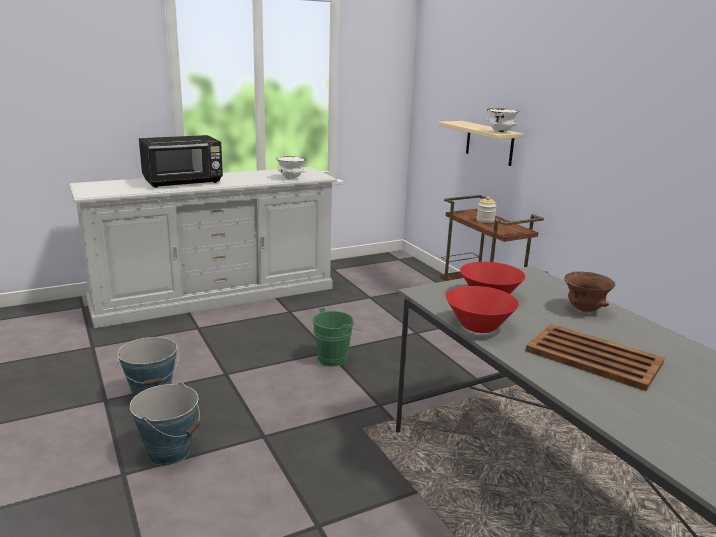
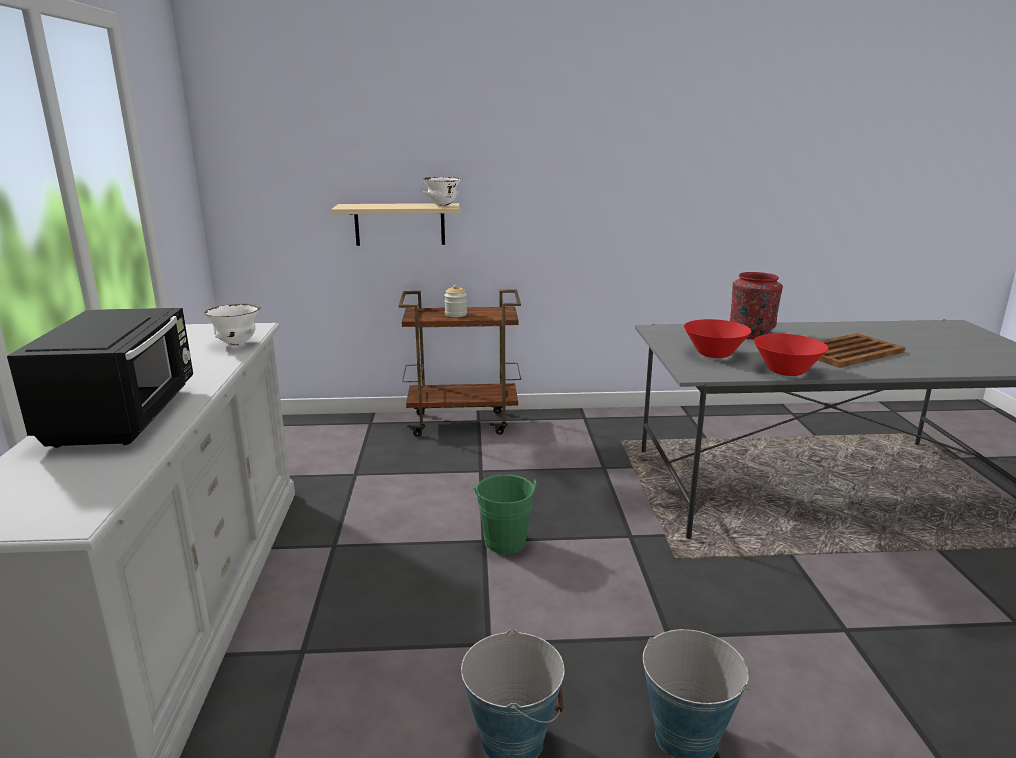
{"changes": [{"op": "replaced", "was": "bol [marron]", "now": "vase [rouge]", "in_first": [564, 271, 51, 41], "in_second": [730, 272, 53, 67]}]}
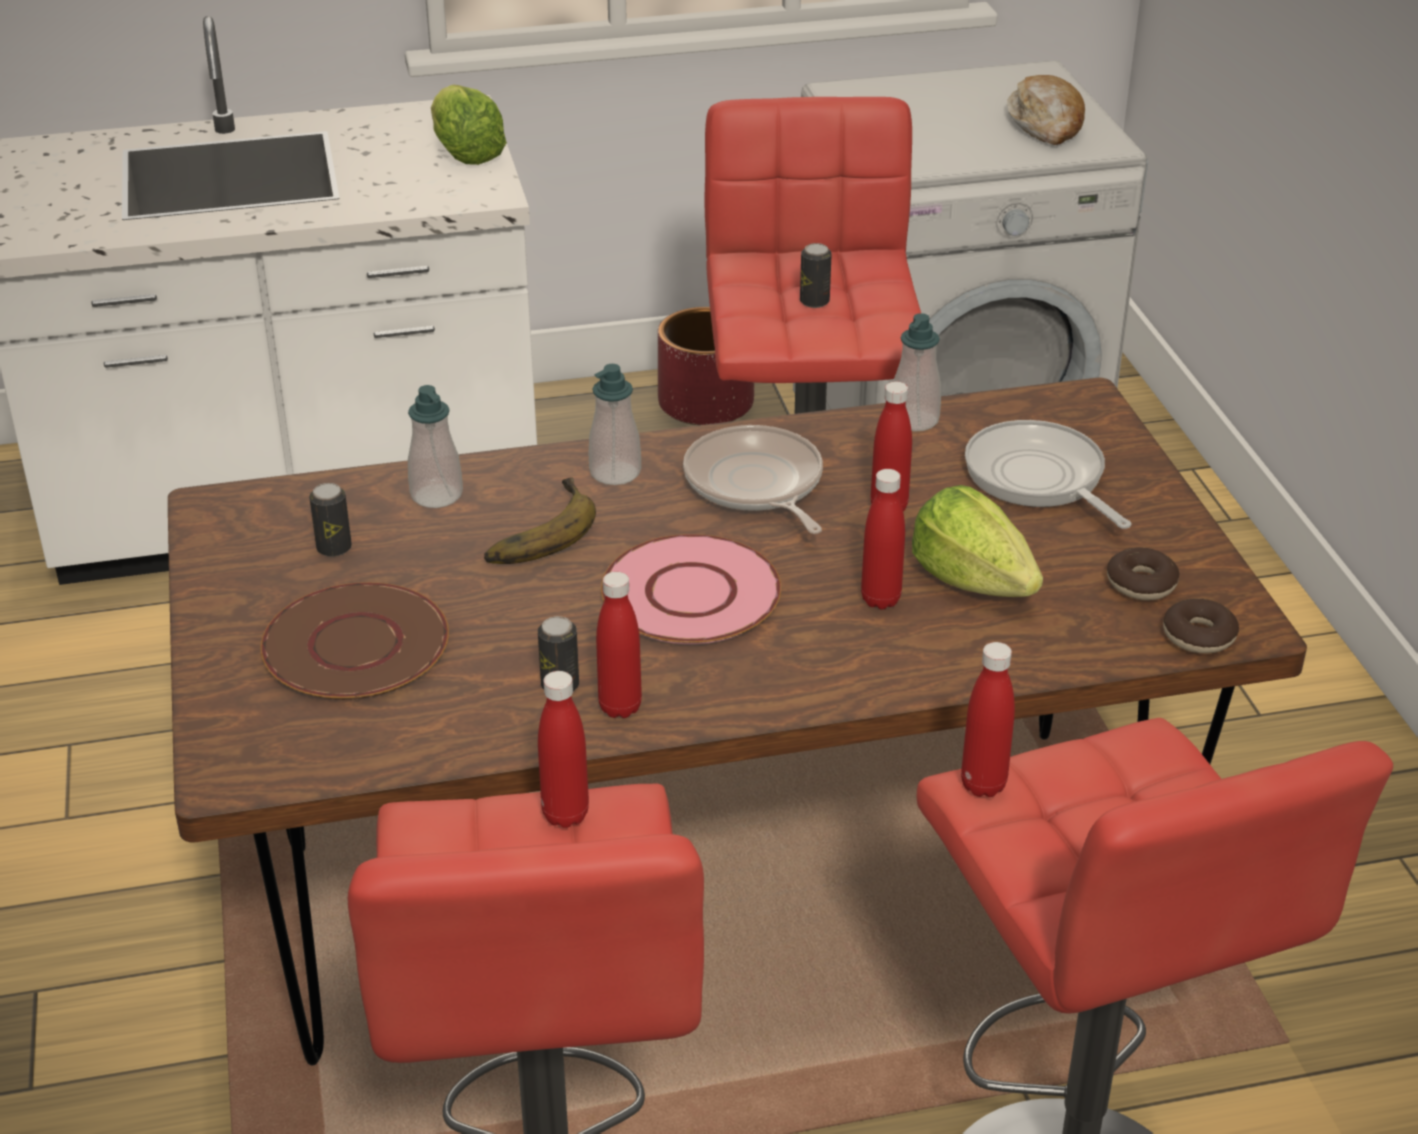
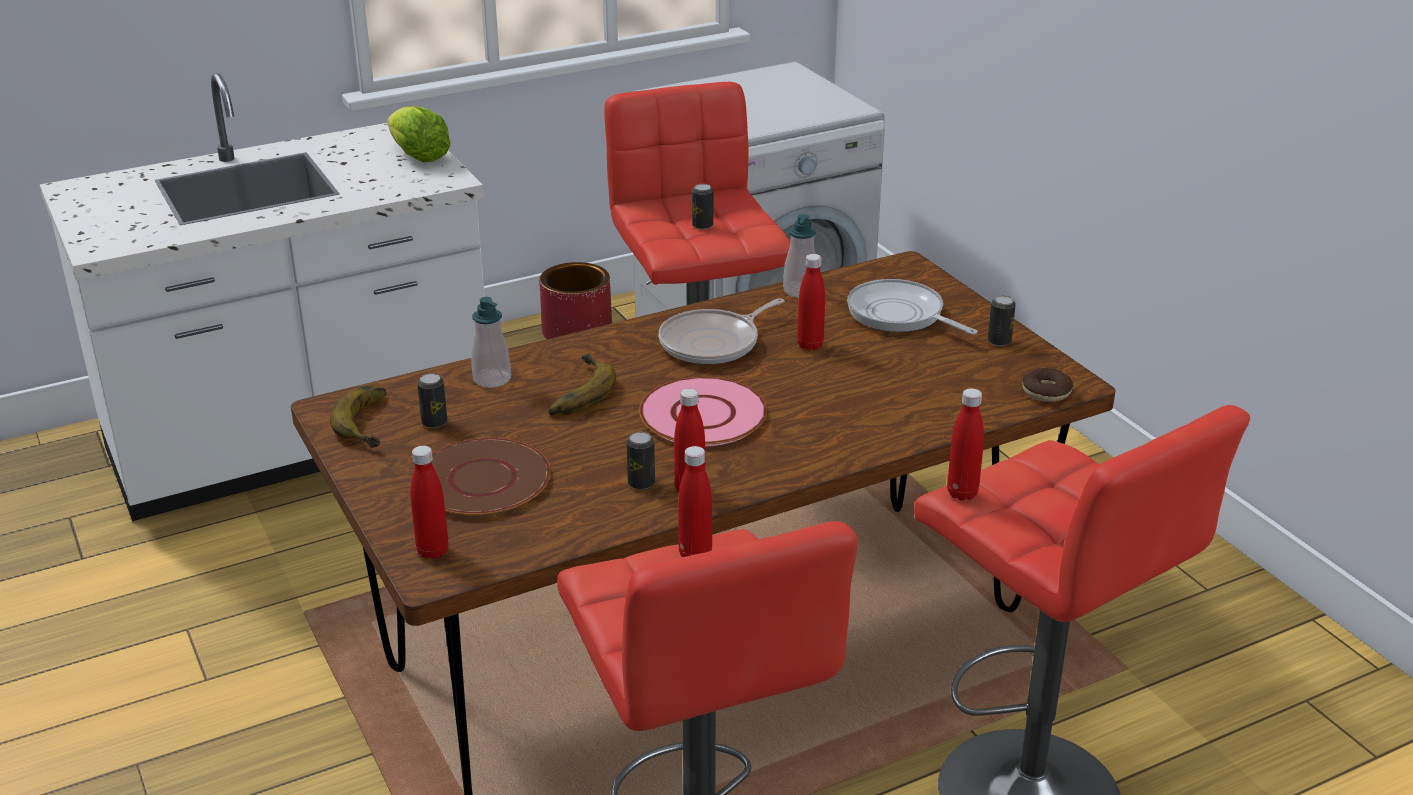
{"changes": [{"op": "removed", "was": "distributeur de savon", "in_first": [589, 364, 52, 121]}, {"op": "removed", "was": "laitue", "in_first": [912, 485, 131, 112]}, {"op": "removed", "was": "pain", "in_first": [1008, 75, 77, 70]}, {"op": "removed", "was": "beignet", "in_first": [1107, 547, 72, 53]}, {"op": "added", "now": "banane", "in_second": [330, 385, 56, 63]}, {"op": "added", "now": "boîte métallique", "in_second": [988, 295, 28, 51]}, {"op": "moved", "was": "bouteille [rouge]", "in_first": [861, 469, 44, 140], "in_second": [410, 446, 39, 113]}, {"op": "turned", "was": "poêle", "in_first": [683, 425, 140, 109], "in_second": [659, 298, 125, 67], "clockwise": -90}]}
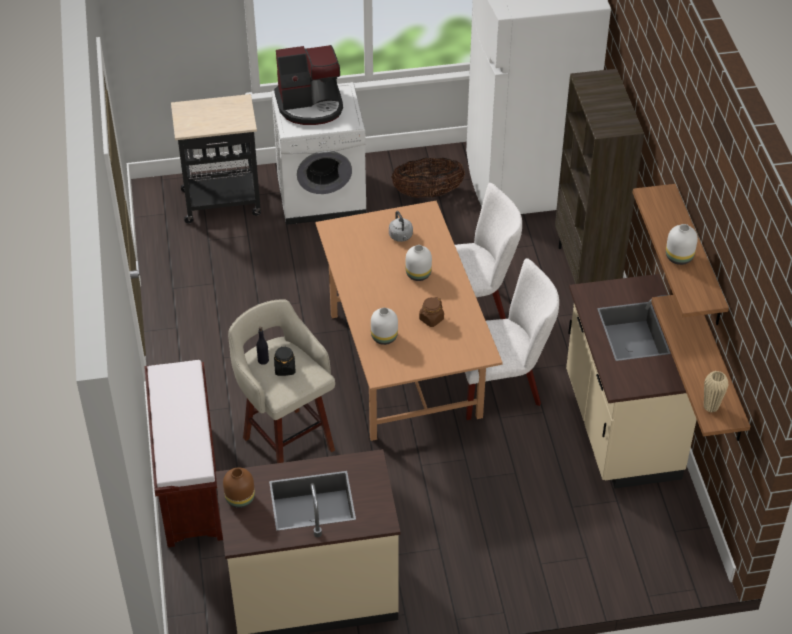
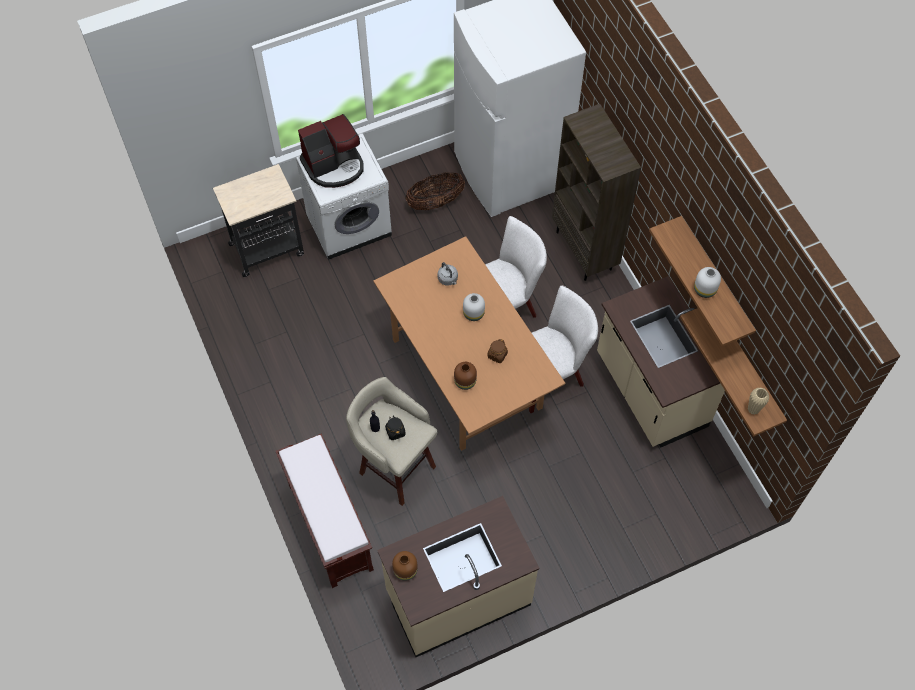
{"changes": [{"op": "recoloured", "was": "vase [blanc]", "now": "vase [marron]", "in_first": [371, 308, 27, 37], "in_second": [454, 362, 23, 28]}]}
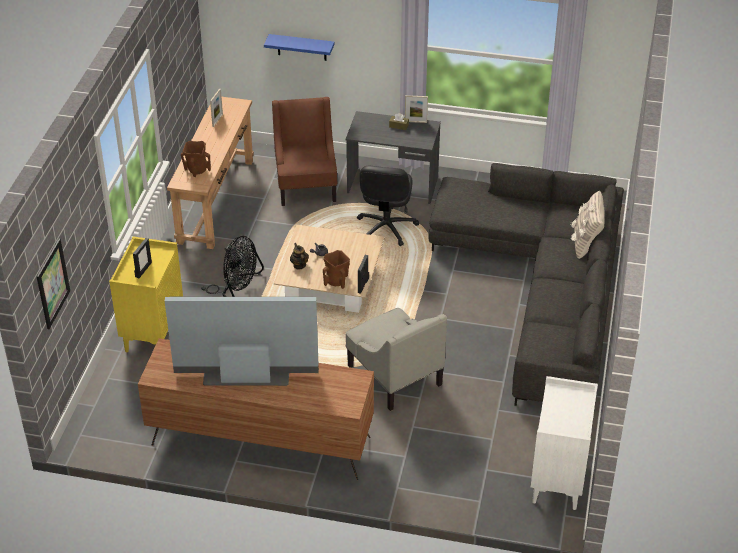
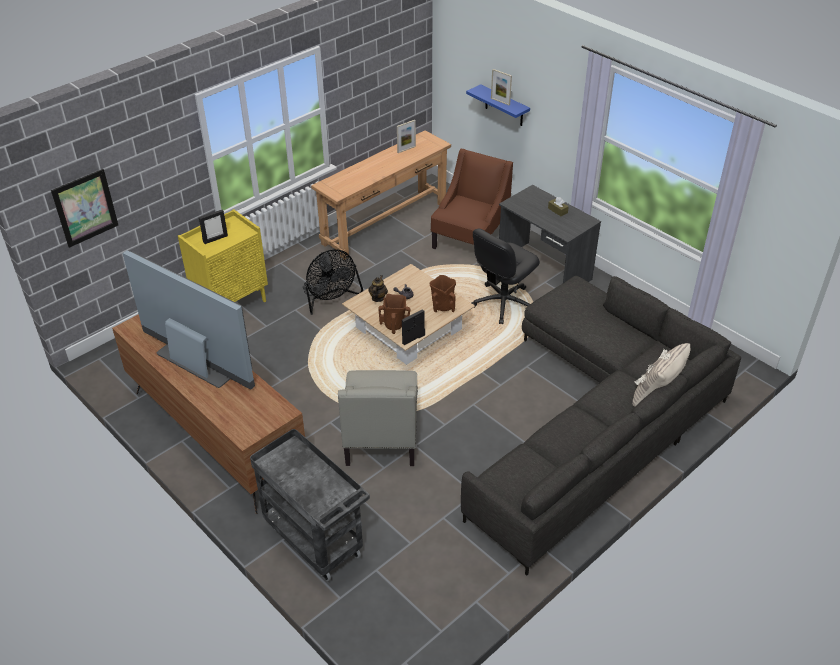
{"changes": [{"op": "removed", "was": "meuble de rangement [blanc]", "in_first": [531, 376, 67, 134]}, {"op": "added", "now": "chariot [noir]", "in_second": [250, 429, 120, 152]}, {"op": "moved", "was": "vase [marron]", "in_first": [181, 141, 30, 36], "in_second": [430, 275, 26, 37]}, {"op": "moved", "was": "cadre photo", "in_first": [405, 95, 23, 28], "in_second": [491, 69, 21, 36]}]}
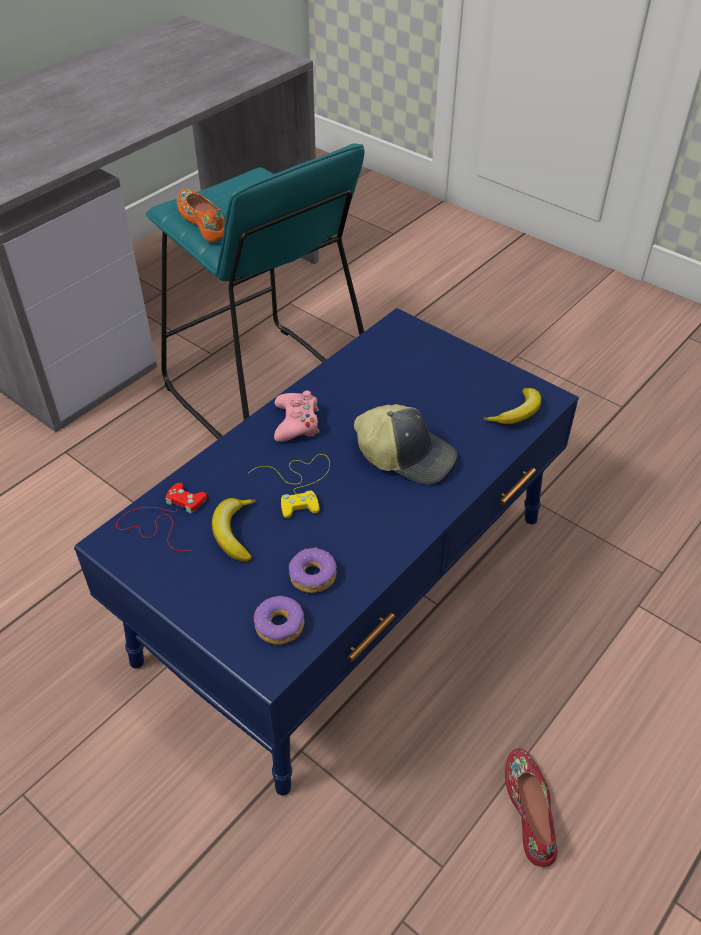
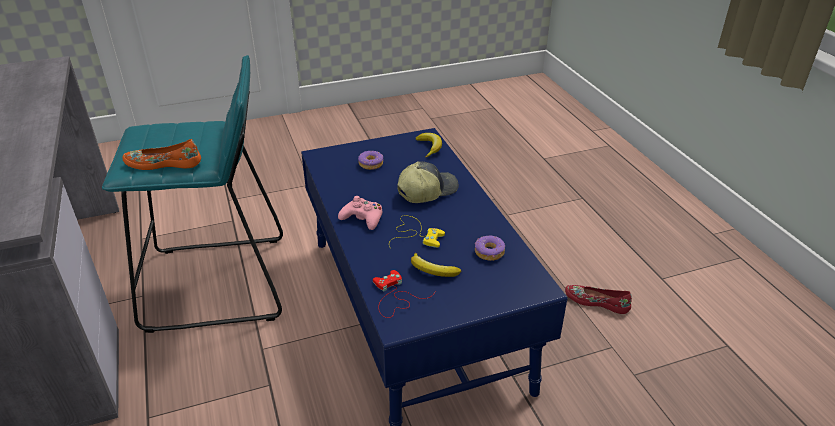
{"changes": [{"op": "moved", "was": "beignet", "in_first": [254, 596, 50, 49], "in_second": [358, 151, 25, 19]}]}
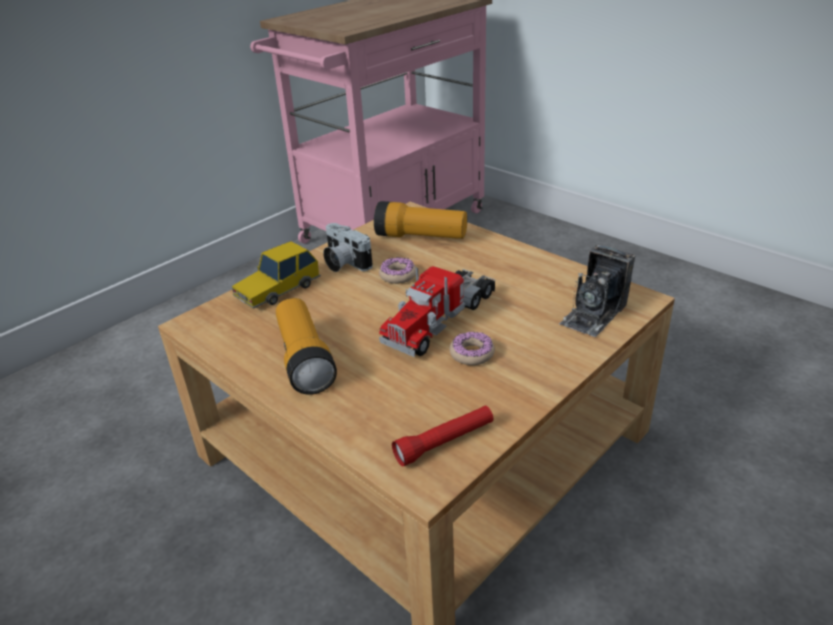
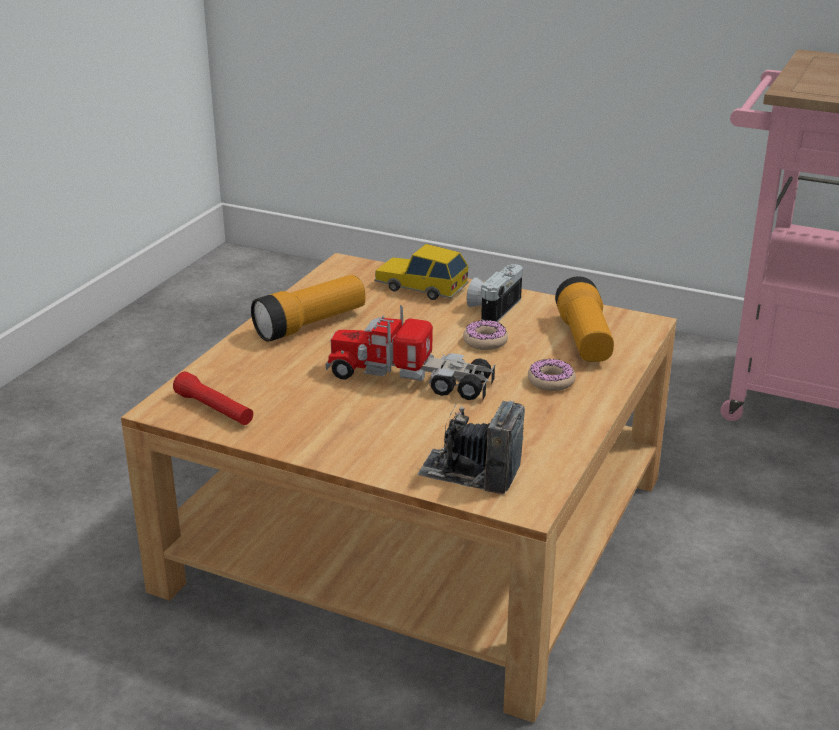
{"changes": [{"op": "moved", "was": "beignet", "in_first": [449, 332, 46, 33], "in_second": [528, 358, 48, 33]}]}
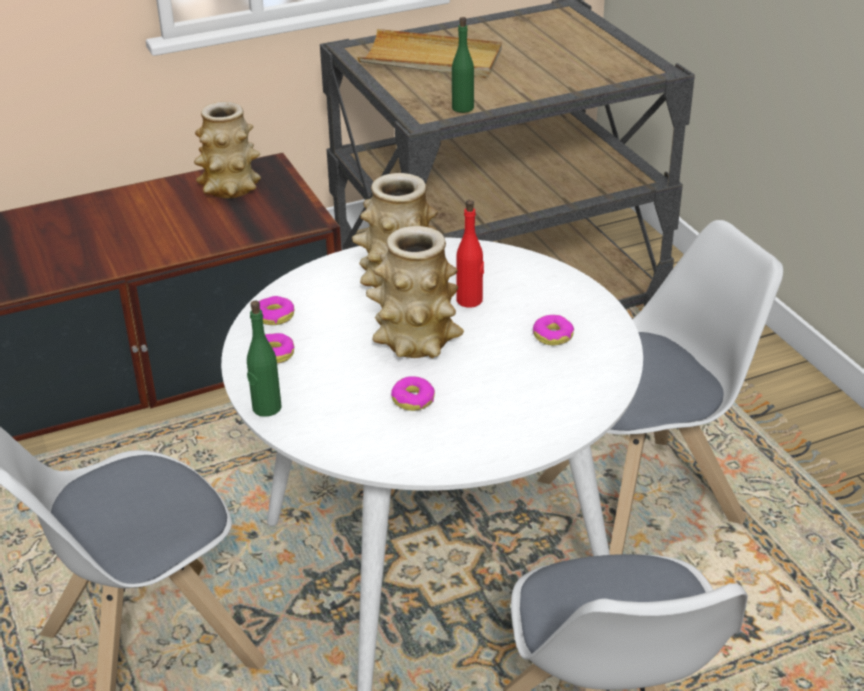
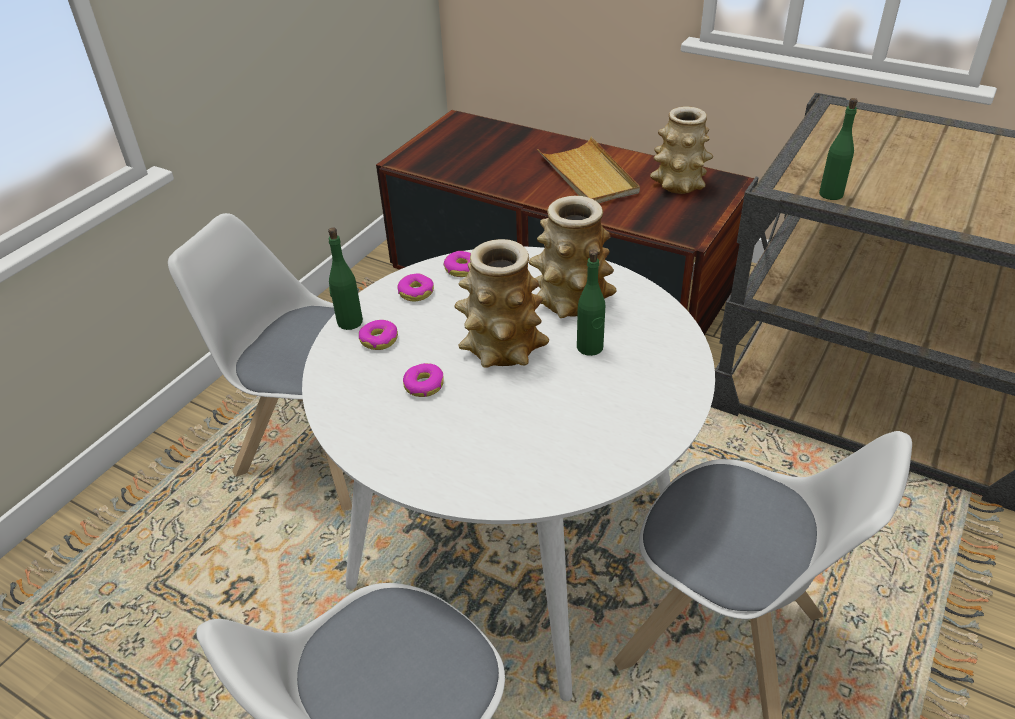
{"changes": [{"op": "moved", "was": "plateau [beige]", "in_first": [357, 29, 145, 49], "in_second": [537, 137, 103, 66]}, {"op": "moved", "was": "beignet", "in_first": [533, 315, 41, 30], "in_second": [359, 320, 39, 30]}, {"op": "recoloured", "was": "bouteille [rouge]", "now": "bouteille [vert]", "in_first": [456, 200, 28, 107], "in_second": [577, 250, 28, 106]}]}
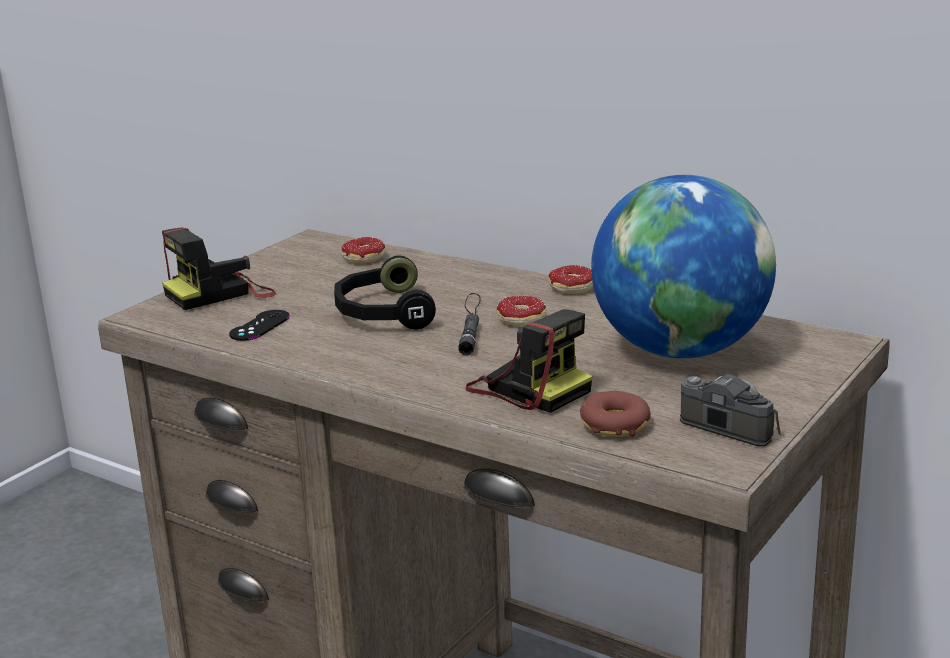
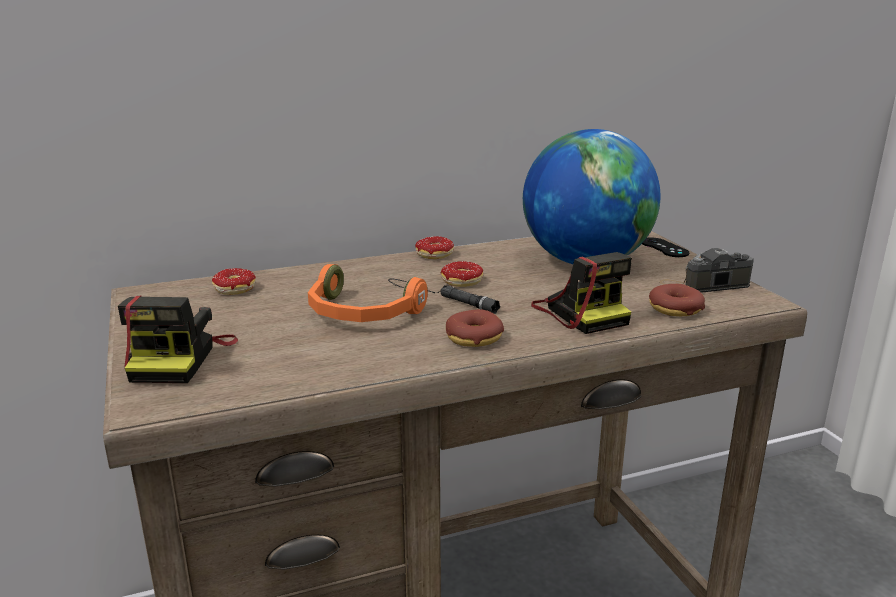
{"changes": [{"op": "added", "now": "beignet", "in_second": [446, 309, 58, 38]}, {"op": "moved", "was": "manette [noir]", "in_first": [229, 310, 61, 31], "in_second": [642, 237, 47, 20]}, {"op": "recoloured", "was": "casque audio [noir]", "now": "casque audio [orange]", "in_first": [334, 256, 102, 73], "in_second": [308, 264, 120, 58]}, {"op": "turned", "was": "appareil photo", "in_first": [465, 309, 127, 104], "in_second": [531, 252, 101, 82], "clockwise": 75}]}
